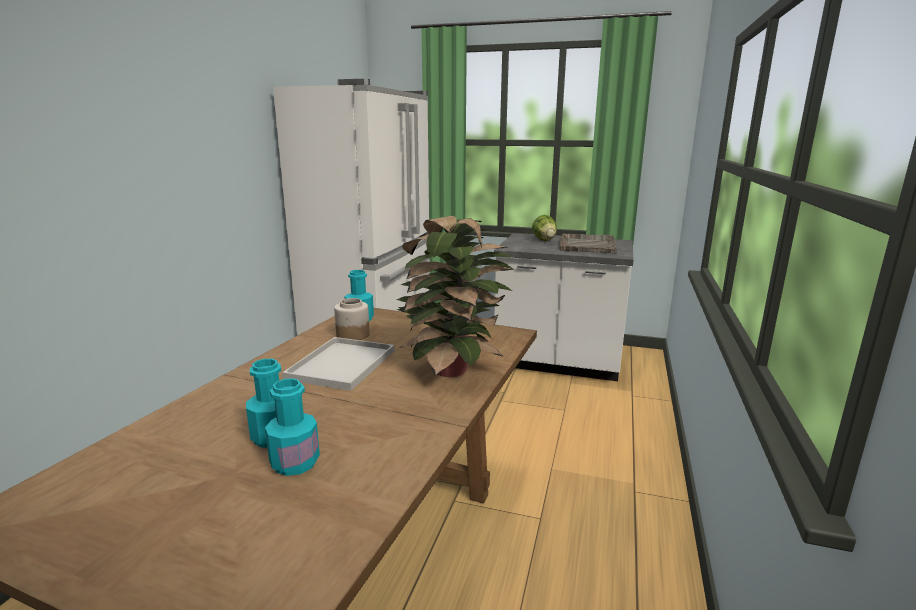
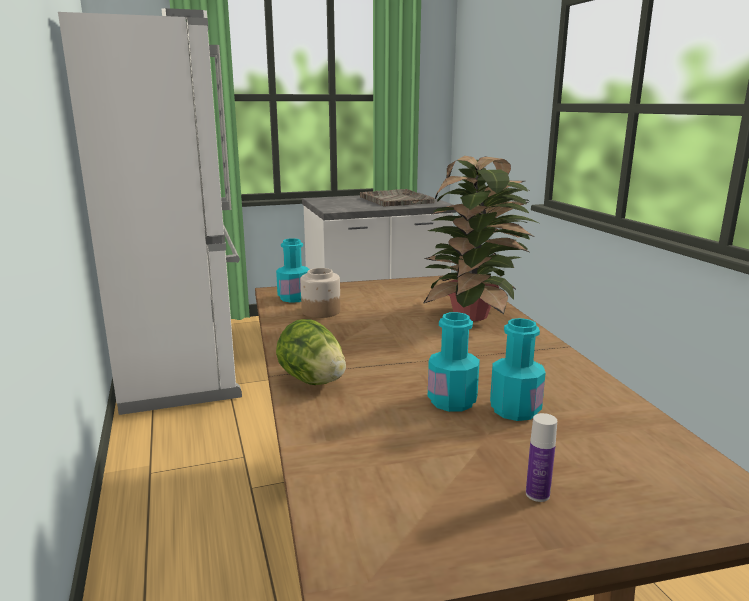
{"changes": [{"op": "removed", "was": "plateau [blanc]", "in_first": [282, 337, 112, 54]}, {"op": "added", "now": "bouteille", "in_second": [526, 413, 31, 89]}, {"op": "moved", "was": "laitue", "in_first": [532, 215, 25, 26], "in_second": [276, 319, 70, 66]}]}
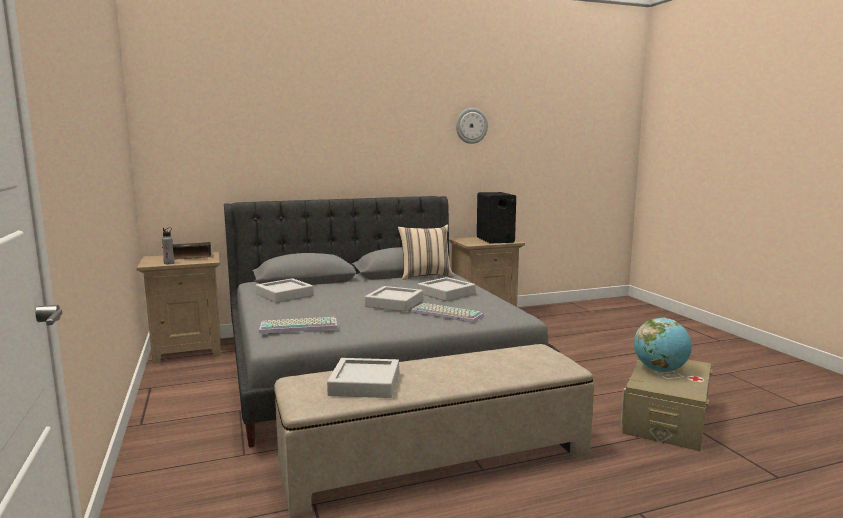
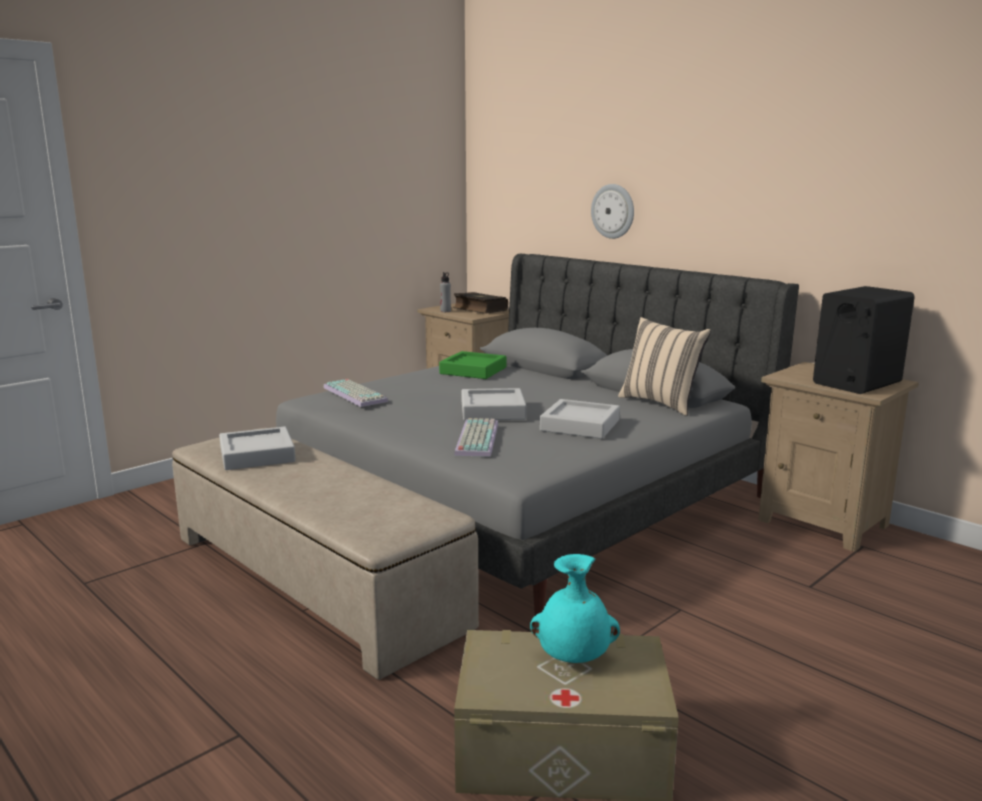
{"changes": [{"op": "moved", "was": "horloge murale", "in_first": [456, 108, 32, 36], "in_second": [591, 184, 43, 55]}, {"op": "replaced", "was": "globe", "now": "vase [turquoise]", "in_first": [634, 318, 58, 54], "in_second": [530, 554, 90, 109]}, {"op": "recoloured", "was": "plateau [gris]", "now": "plateau [vert]", "in_first": [256, 278, 58, 25], "in_second": [439, 351, 67, 28]}]}
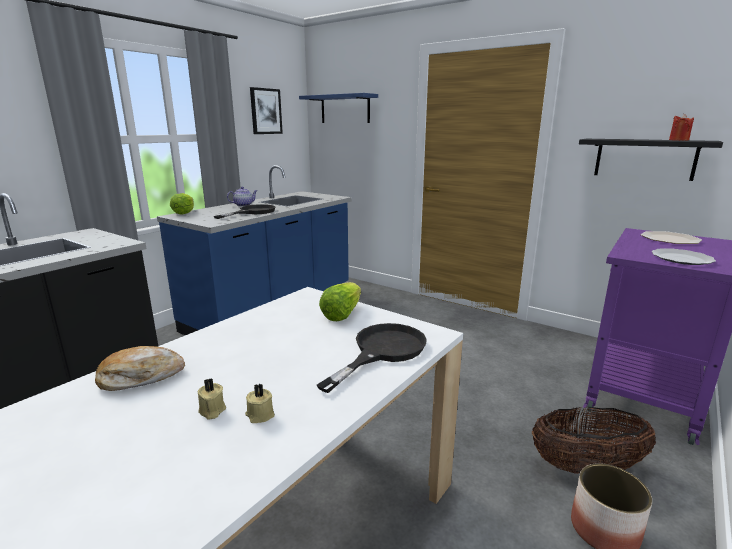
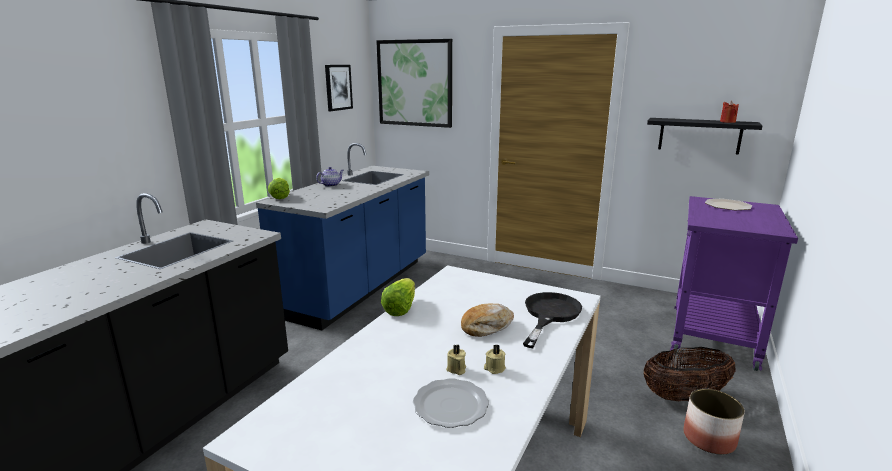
{"changes": [{"op": "removed", "was": "poêle [noir]", "in_first": [214, 204, 62, 15]}, {"op": "moved", "was": "pain", "in_first": [95, 346, 90, 45], "in_second": [461, 304, 53, 33]}, {"op": "moved", "was": "laitue", "in_first": [319, 282, 42, 39], "in_second": [381, 278, 34, 38]}, {"op": "moved", "was": "assiette", "in_first": [652, 248, 64, 17], "in_second": [413, 378, 76, 50]}, {"op": "replaced", "was": "étagère [bleu]", "now": "tableau", "in_first": [299, 93, 79, 30], "in_second": [376, 39, 76, 89]}]}
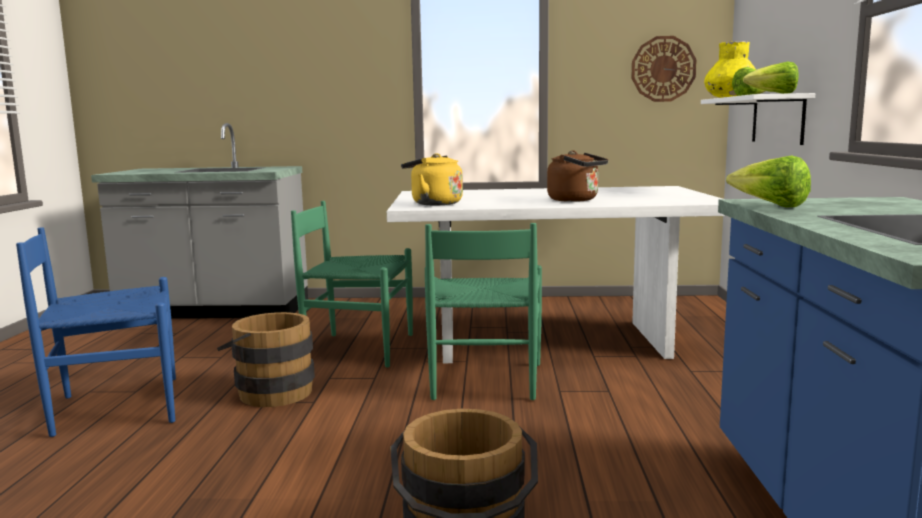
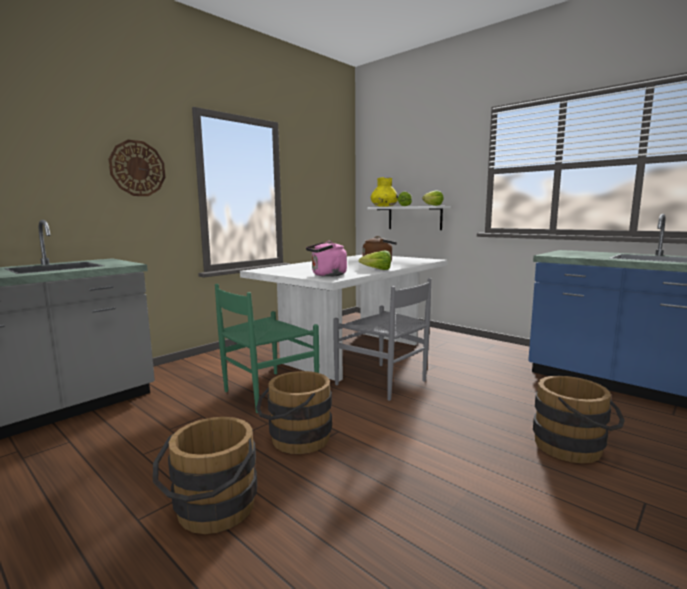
{"changes": [{"op": "moved", "was": "horloge murale", "in_first": [631, 36, 66, 66], "in_second": [109, 140, 56, 56]}, {"op": "moved", "was": "laitue", "in_first": [726, 155, 85, 53], "in_second": [359, 250, 32, 20]}, {"op": "replaced", "was": "chaise [bleu]", "now": "seau [marron]", "in_first": [16, 227, 160, 210], "in_second": [153, 417, 104, 117]}, {"op": "recoloured", "was": "bouilloire [jaune]", "now": "bouilloire [rose]", "in_first": [401, 153, 62, 52], "in_second": [306, 241, 41, 36]}, {"op": "recoloured", "was": "chaise [vert]", "now": "chaise [gris]", "in_first": [425, 223, 117, 177], "in_second": [333, 278, 98, 123]}]}
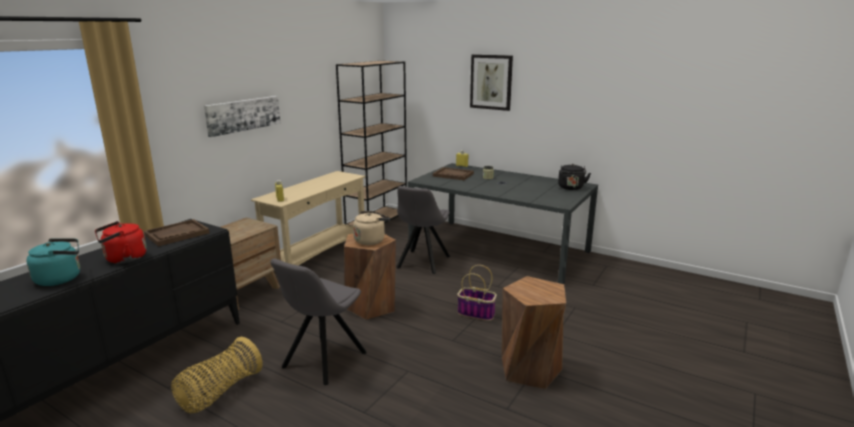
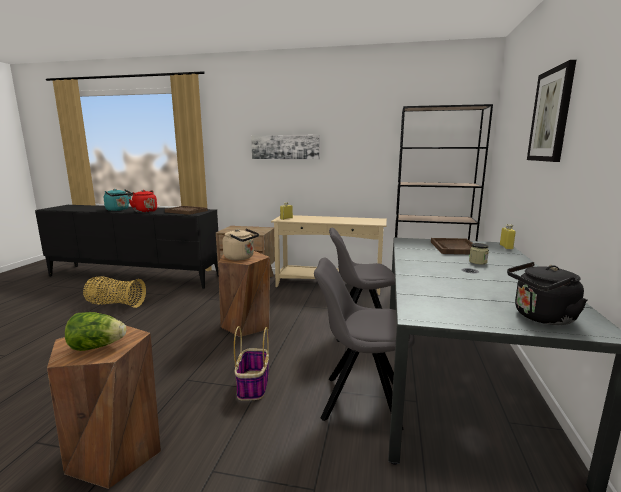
{"changes": [{"op": "added", "now": "laitue", "in_second": [65, 312, 61, 39]}, {"op": "moved", "was": "chaise [gris]", "in_first": [270, 259, 97, 126], "in_second": [314, 258, 101, 172]}]}
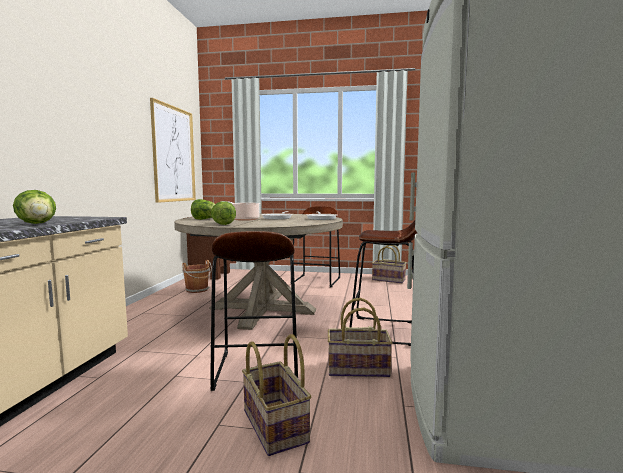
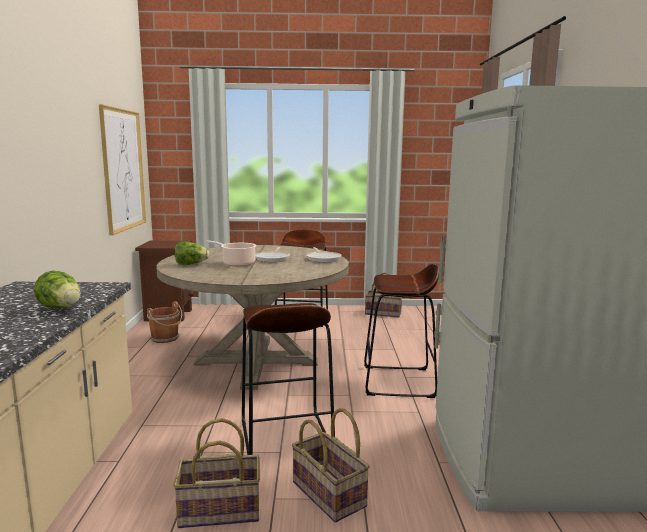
{"changes": [{"op": "removed", "was": "laitue", "in_first": [211, 201, 25, 24]}, {"op": "moved", "was": "panier", "in_first": [328, 298, 65, 79], "in_second": [173, 418, 87, 110]}]}
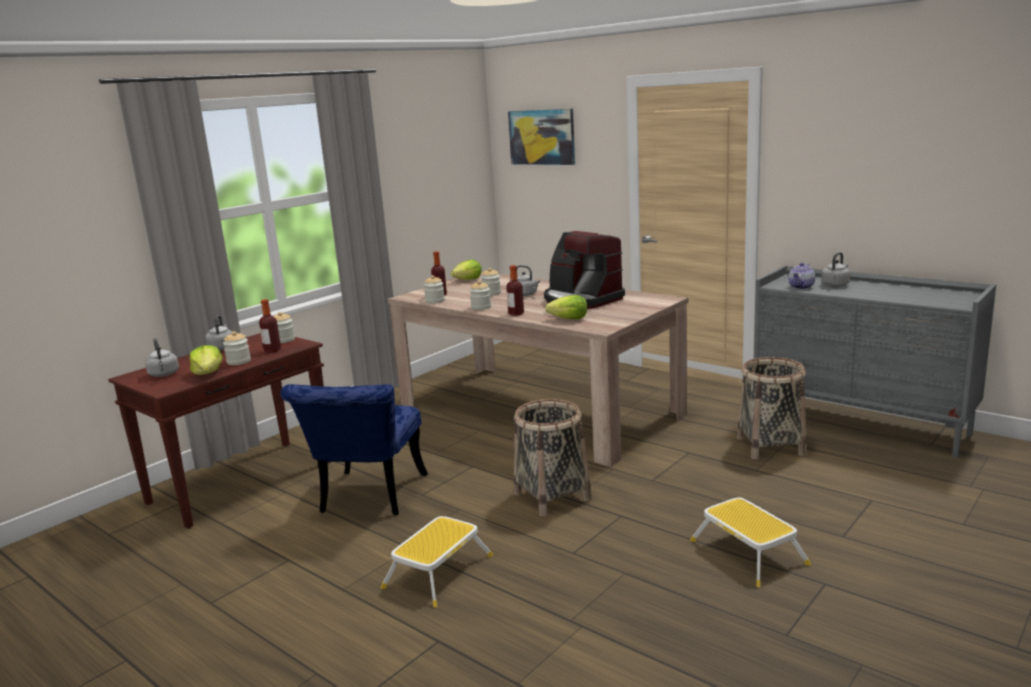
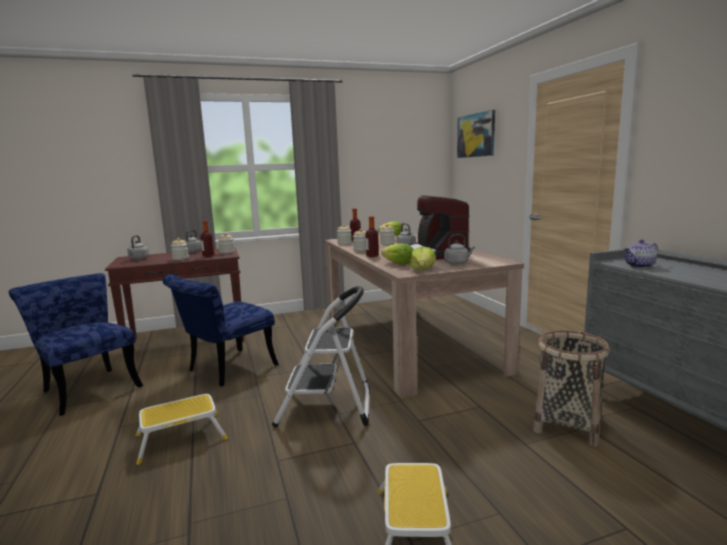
{"changes": [{"op": "added", "now": "chaise [bleu]", "in_second": [9, 273, 134, 143]}, {"op": "moved", "was": "laitue", "in_first": [190, 345, 33, 30], "in_second": [410, 247, 26, 23]}, {"op": "moved", "was": "bouilloire [gris]", "in_first": [821, 252, 29, 35], "in_second": [444, 234, 31, 31]}, {"op": "replaced", "was": "panier", "now": "escabeau", "in_first": [514, 399, 78, 118], "in_second": [272, 286, 98, 141]}]}
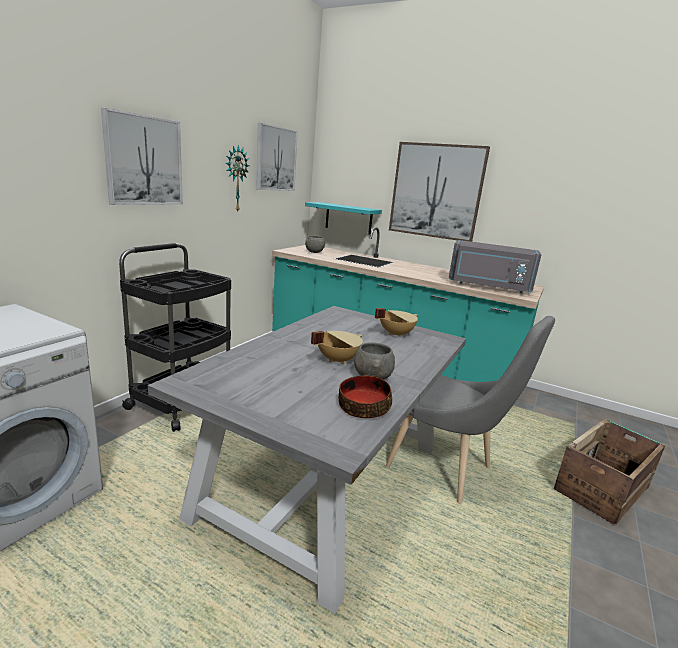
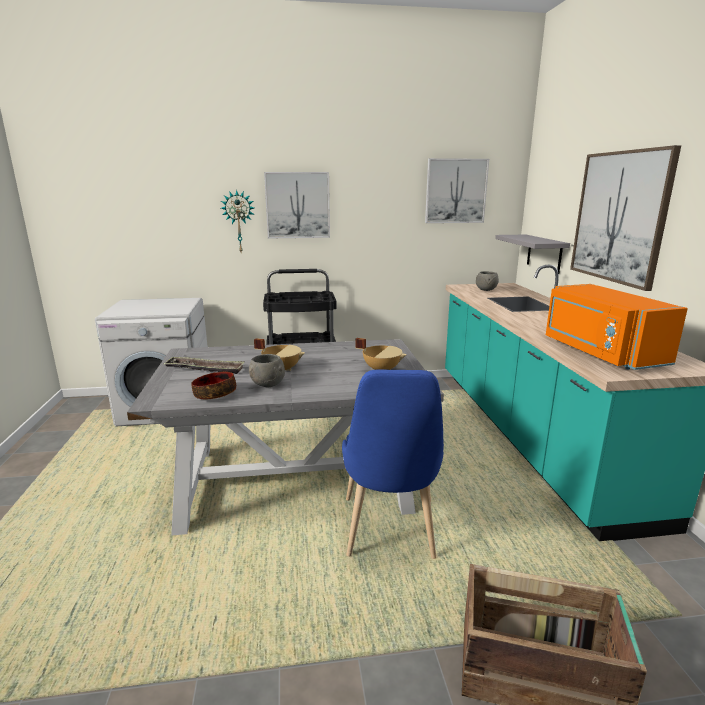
{"changes": [{"op": "added", "now": "plateau", "in_second": [164, 356, 81, 18]}, {"op": "moved", "was": "horloge murale", "in_first": [225, 145, 25, 68], "in_second": [221, 190, 33, 62]}, {"op": "recoloured", "was": "étagère [turquoise]", "now": "étagère [gris]", "in_first": [305, 202, 77, 32], "in_second": [495, 235, 75, 39]}, {"op": "recoloured", "was": "chaise [gris]", "now": "chaise [bleu]", "in_first": [385, 316, 170, 188], "in_second": [342, 370, 102, 189]}, {"op": "recoloured", "was": "micro-ondes [gris]", "now": "micro-ondes [orange]", "in_first": [449, 240, 92, 53], "in_second": [546, 284, 142, 86]}]}
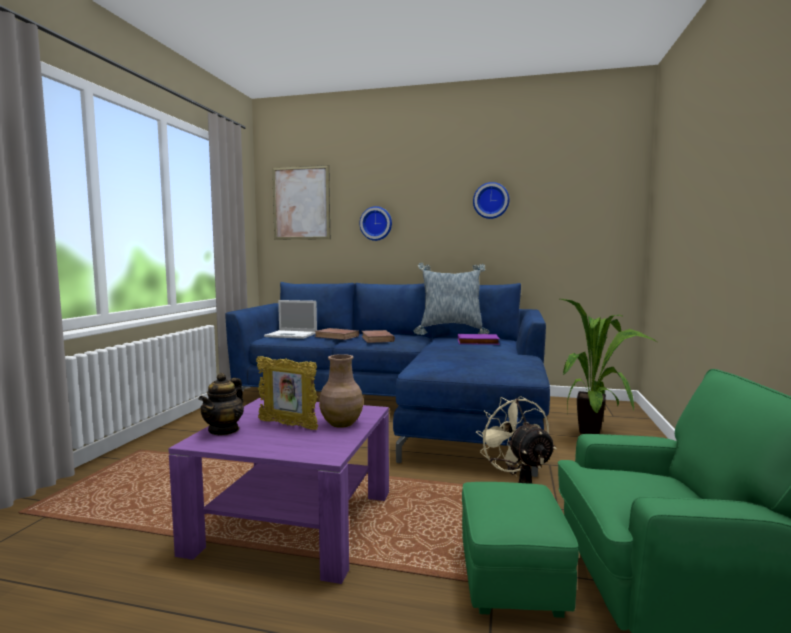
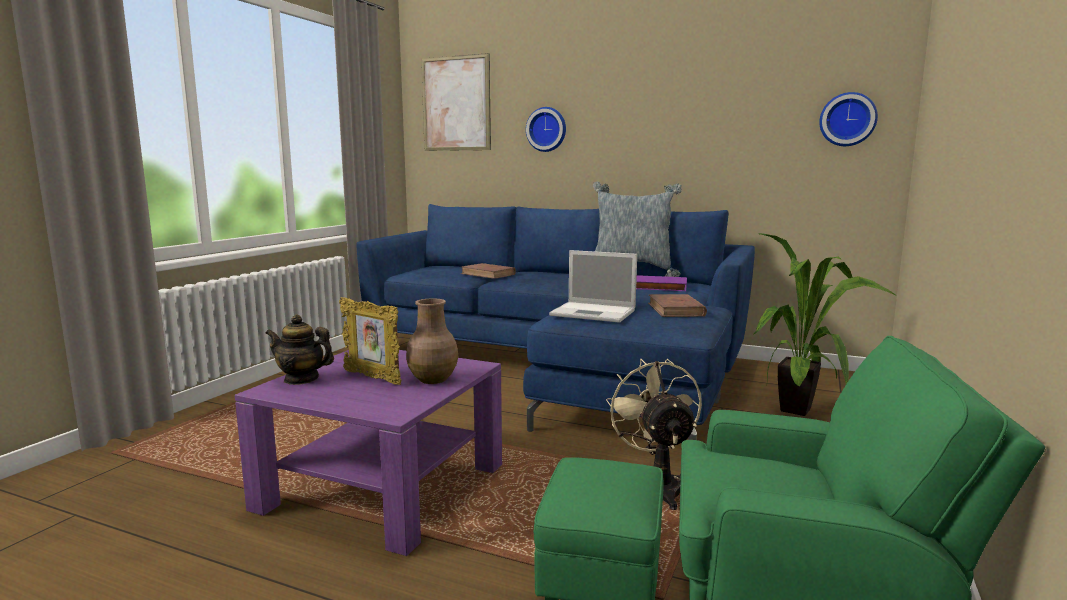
{"changes": [{"op": "moved", "was": "ordinateur portable", "in_first": [264, 300, 53, 39], "in_second": [549, 250, 88, 73]}, {"op": "moved", "was": "livre [marron]", "in_first": [362, 330, 33, 13], "in_second": [648, 294, 59, 23]}, {"op": "moved", "was": "horloge murale", "in_first": [473, 182, 36, 37], "in_second": [819, 92, 59, 54]}, {"op": "turned", "was": "théière", "in_first": [199, 373, 45, 62], "in_second": [265, 315, 69, 70], "clockwise": 75}]}
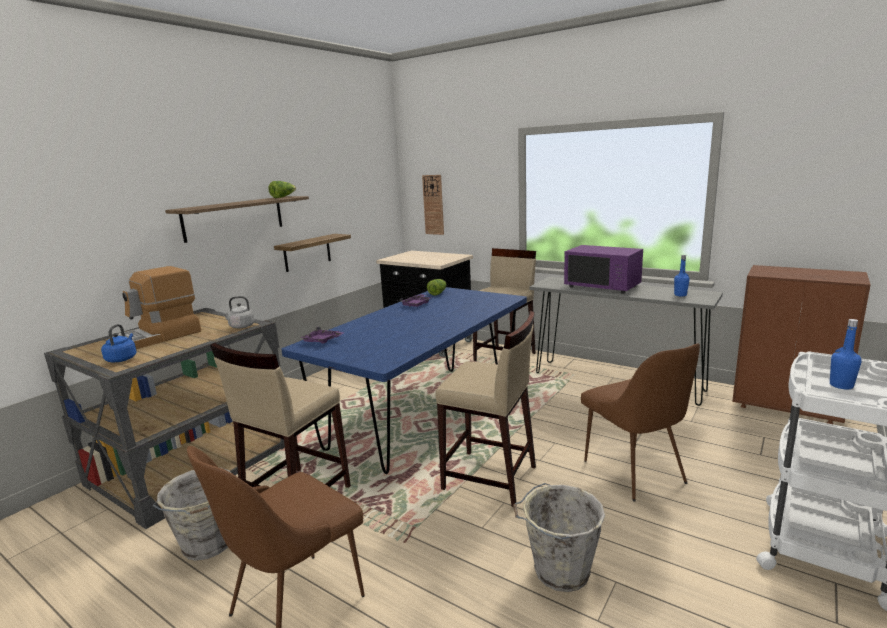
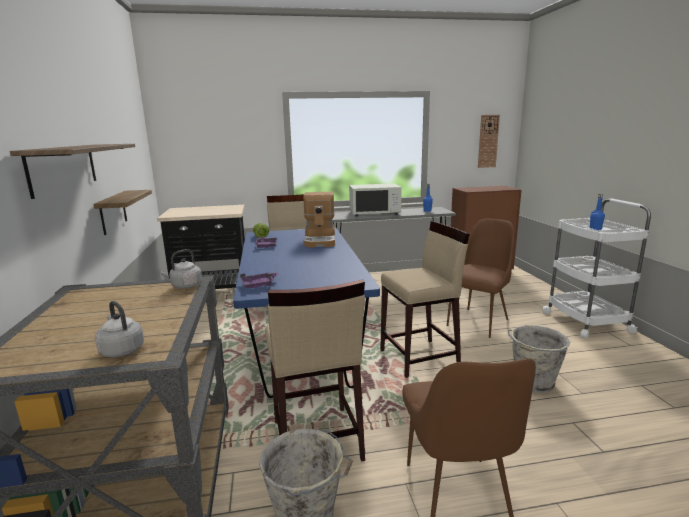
{"changes": [{"op": "removed", "was": "laitue", "in_first": [268, 181, 28, 17]}, {"op": "moved", "was": "machine à café", "in_first": [113, 266, 88, 83], "in_second": [303, 192, 32, 56]}, {"op": "moved", "was": "horloge murale", "in_first": [422, 175, 22, 60], "in_second": [478, 115, 22, 53]}, {"op": "recoloured", "was": "bouilloire [bleu]", "now": "bouilloire [gris]", "in_first": [101, 324, 35, 38], "in_second": [95, 301, 49, 56]}, {"op": "recoloured", "was": "micro-ondes [violet]", "now": "micro-ondes [blanc]", "in_first": [564, 245, 79, 49], "in_second": [349, 183, 53, 34]}, {"op": "turned", "was": "chaise [marron]", "in_first": [581, 344, 119, 158], "in_second": [447, 219, 67, 119], "clockwise": -75}]}
